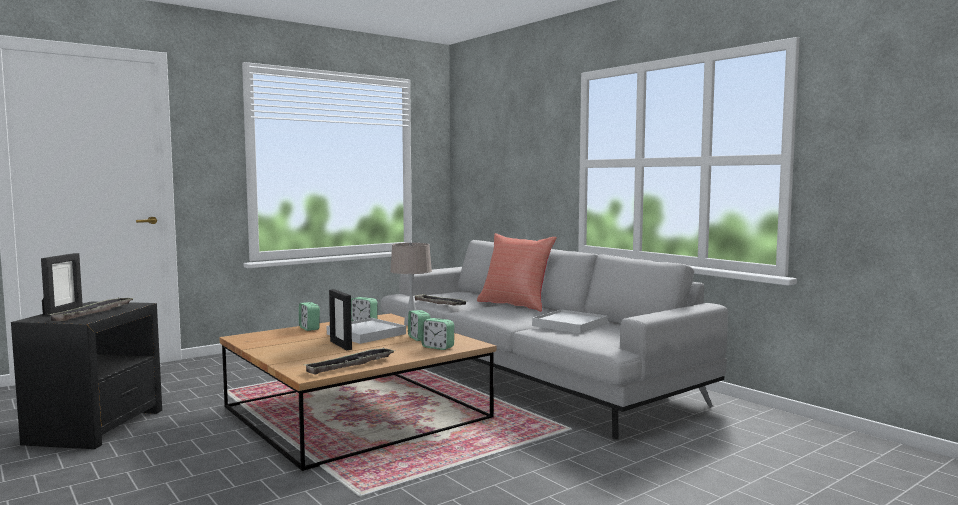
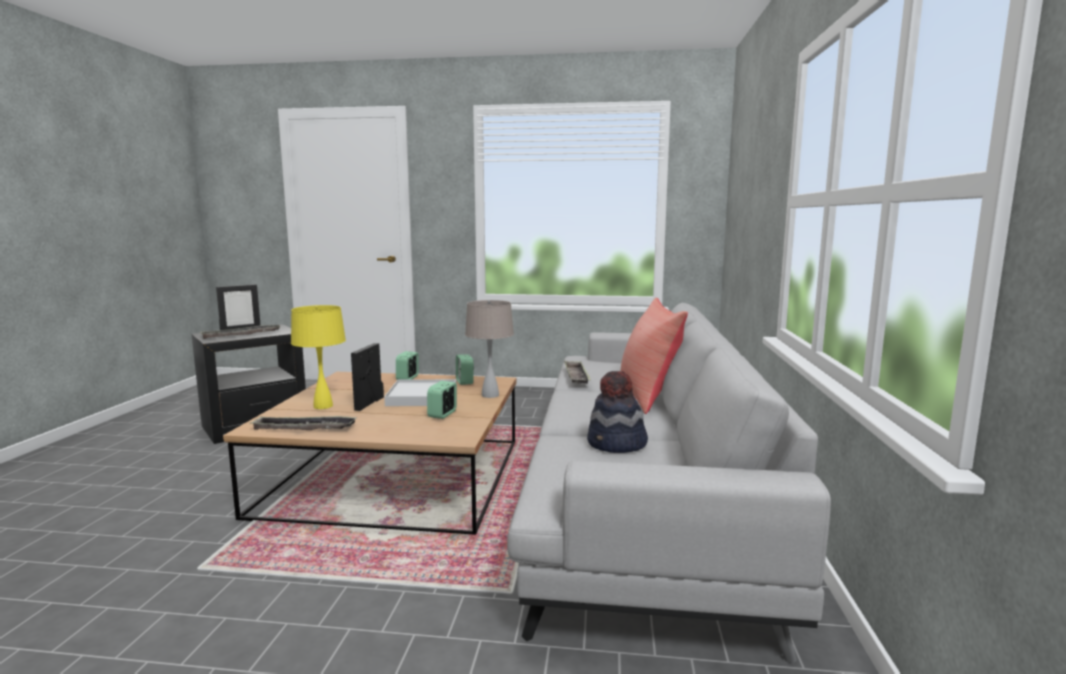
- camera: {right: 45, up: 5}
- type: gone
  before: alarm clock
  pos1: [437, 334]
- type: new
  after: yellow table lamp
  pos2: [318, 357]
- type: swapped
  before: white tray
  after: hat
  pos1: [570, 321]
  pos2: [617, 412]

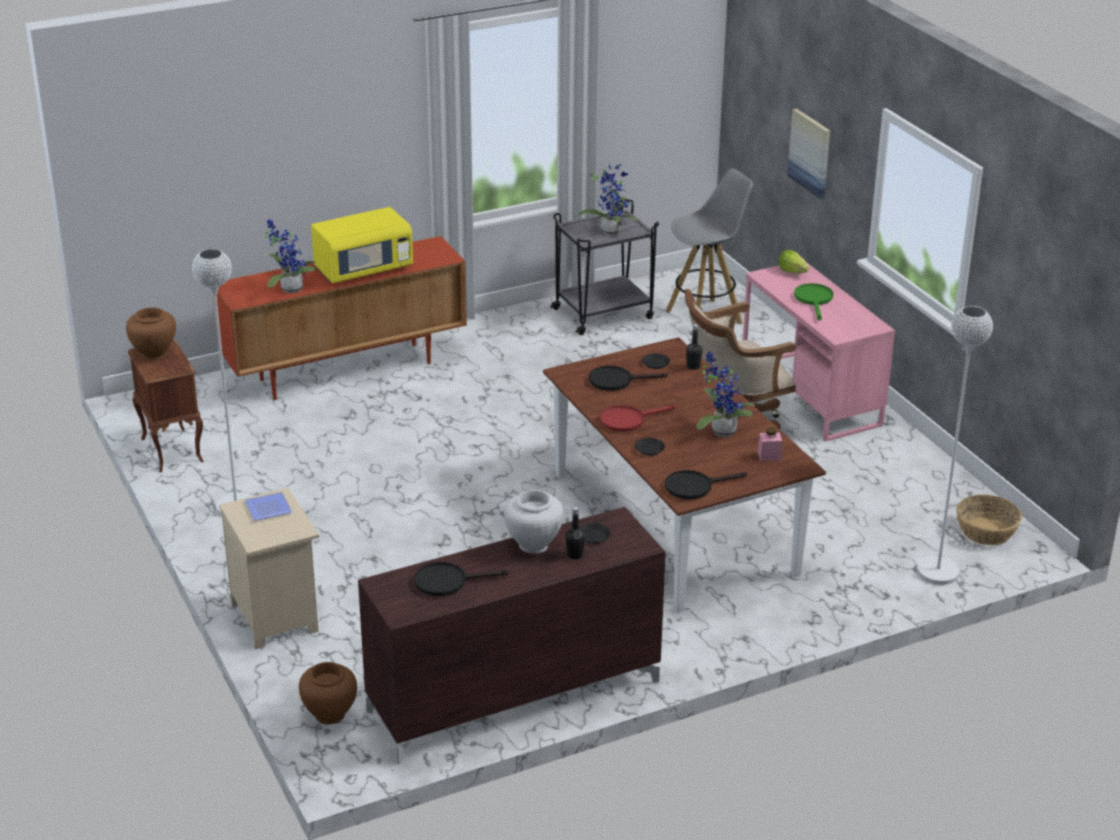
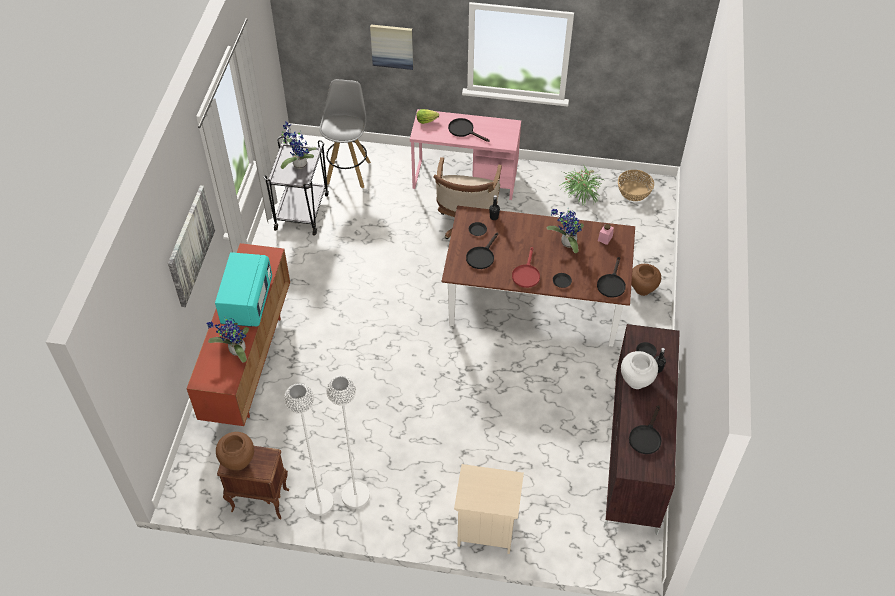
- camera: {right: -55, up: 20}
- type: gone
  before: plate
  pos1: [268, 506]
- type: new
  after: picture
  pos2: [191, 246]
- type: new
  after: potted plant
  pos2: [581, 184]
- type: shifted
  before: brown vase
  pos1: [328, 693]
  pos2: [646, 280]
- type: shifted
  before: white floor lamp
  pos1: [955, 445]
  pos2: [309, 449]
- type: repainted
  before: yellow microwave
  after: turquoise microwave
  pos1: [362, 245]
  pos2: [243, 289]
- type: repainted
  before: green frying pan
  after: black frying pan
  pos1: [813, 302]
  pos2: [469, 130]

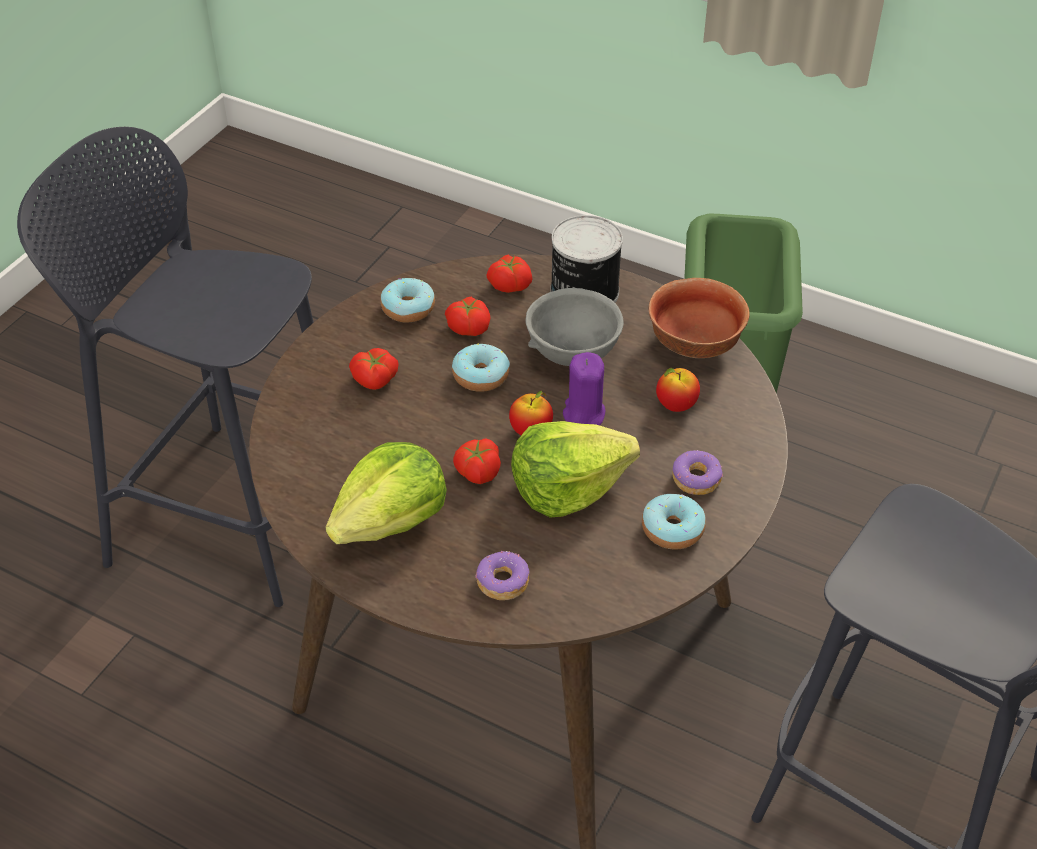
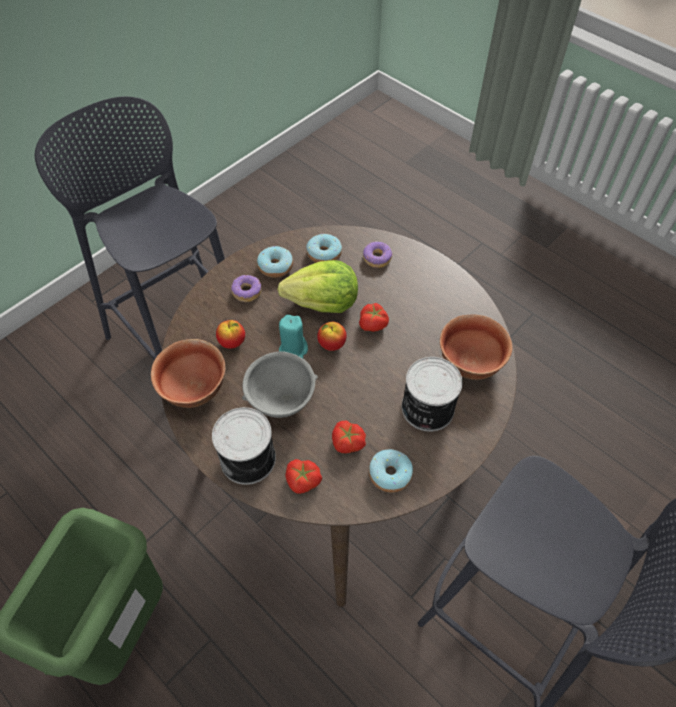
- camera: {right: -165, up: 10}
- type: gone
  before: lettuce
  pos1: [386, 493]
- type: new
  after: bowl
  pos2: [476, 347]
- type: shifted
  before: donut
  pos1: [481, 368]
  pos2: [324, 248]
- type: swapped
  before: tomato
  after: can
  pos1: [374, 369]
  pos2: [432, 394]
- type: repainted
  before: purple candle
  after: turquoise candle
  pos1: [584, 388]
  pos2: [293, 336]

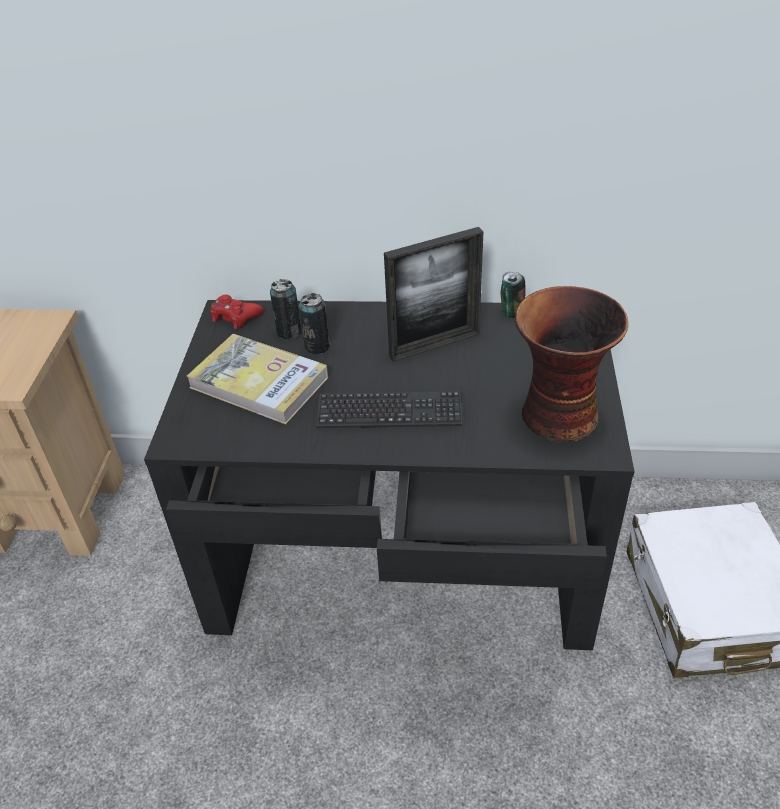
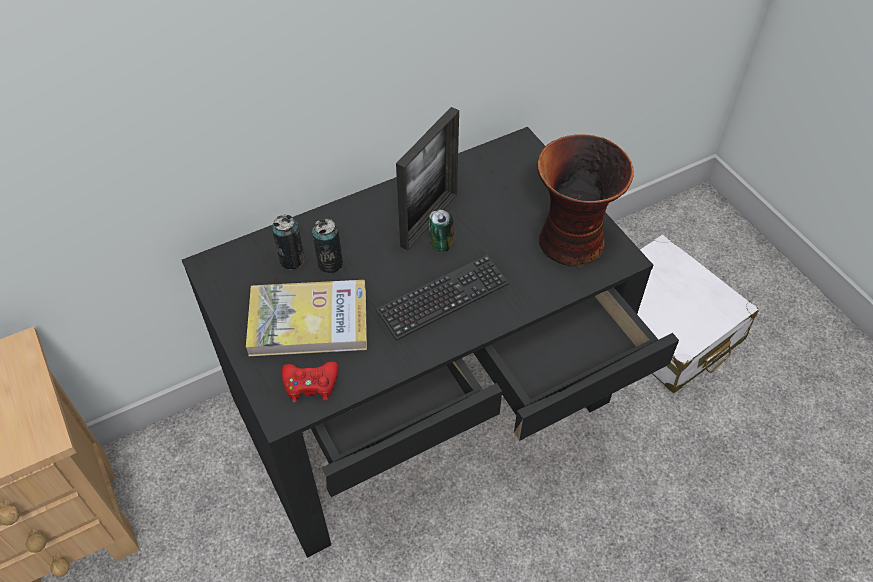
- camera: {right: -35, up: 10}
- type: shifted
  before: red game controller
  pos1: [237, 312]
  pos2: [310, 381]
- type: shifted
  before: can
  pos1: [513, 295]
  pos2: [441, 230]

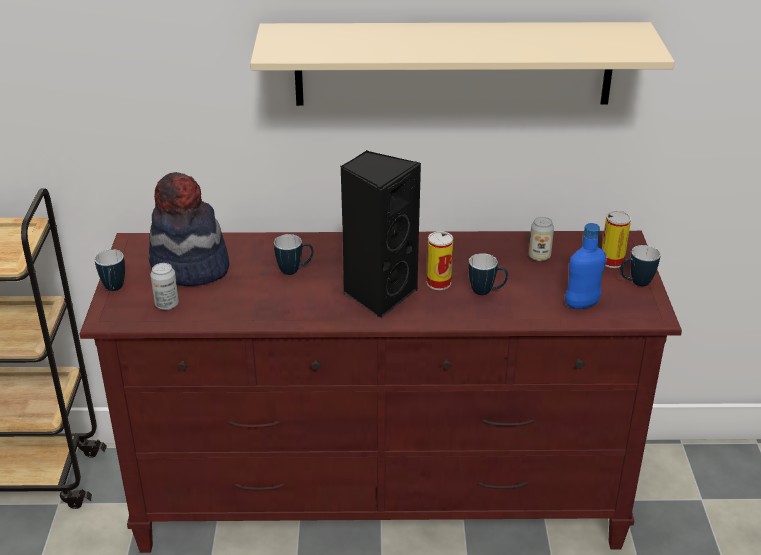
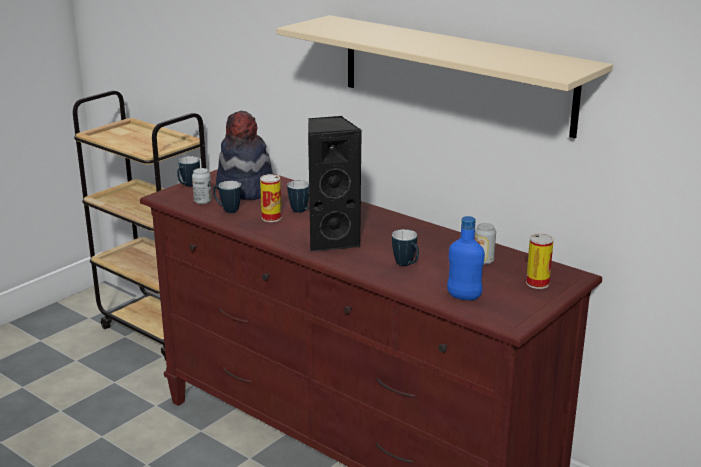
- camera: {right: 40, up: -10}
- type: shifted
  before: can
  pos1: [440, 260]
  pos2: [271, 198]
- type: shifted
  before: mug
  pos1: [640, 265]
  pos2: [227, 197]

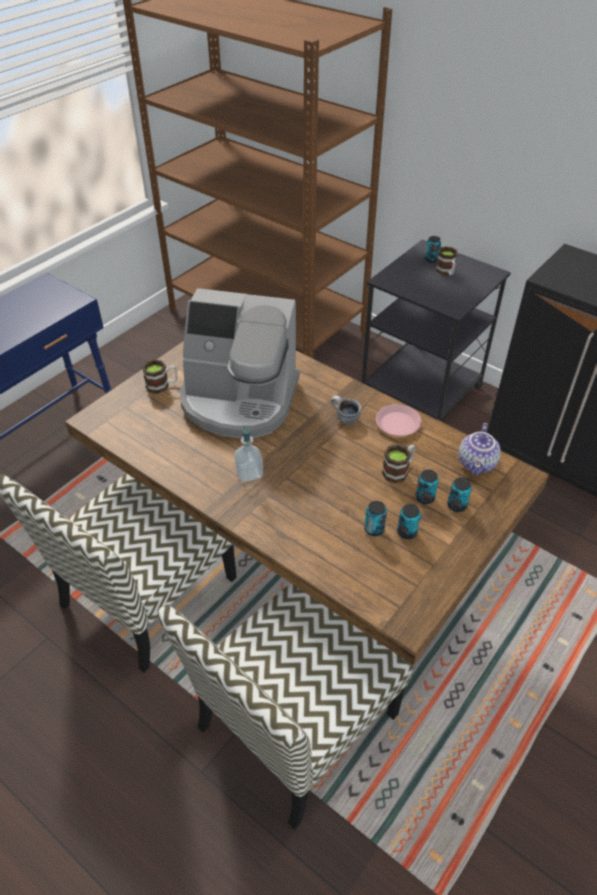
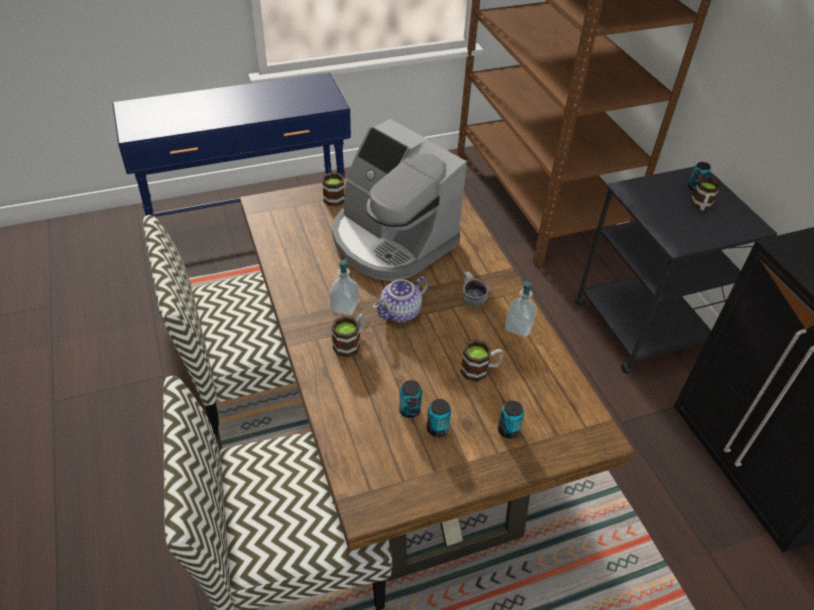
- camera: {right: 30, up: 0}
- type: gone
  before: can
  pos1: [427, 487]
- type: new
  after: mug
  pos2: [347, 335]
- type: shifted
  before: teapot
  pos1: [480, 449]
  pos2: [400, 299]
- type: swapped
  before: pink plate
  after: soap dispenser
  pos1: [398, 420]
  pos2: [521, 309]

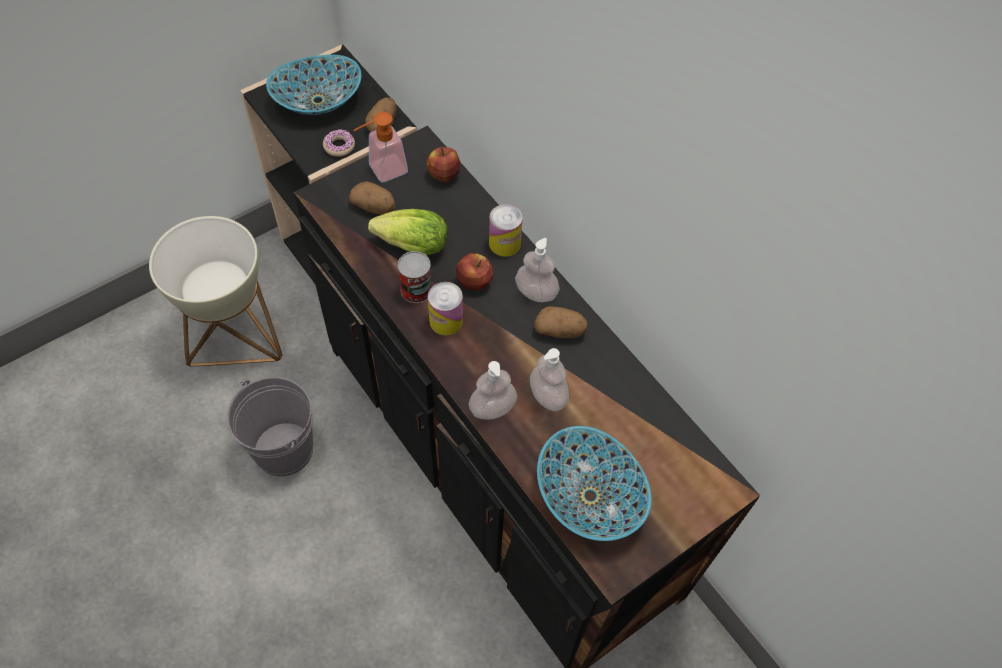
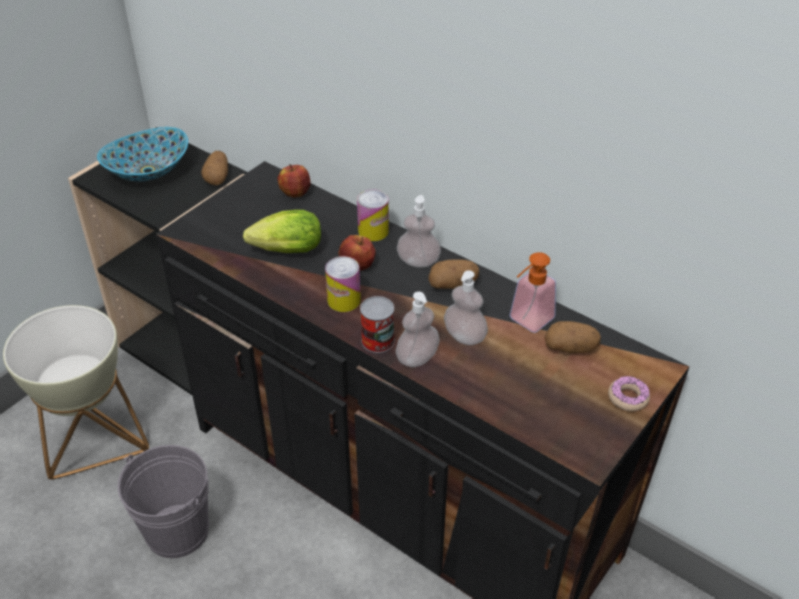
- camera: {right: -15, up: -15}
- type: gone
  before: bowl
  pos1: [594, 483]
- type: shifted
  before: donut
  pos1: [339, 143]
  pos2: [629, 393]
- type: shifted
  before: potato
  pos1: [372, 198]
  pos2: [573, 337]
- type: shifted
  before: soap dispenser
  pos1: [380, 147]
  pos2: [532, 292]
- type: shifted
  before: can
  pos1: [415, 277]
  pos2: [377, 324]

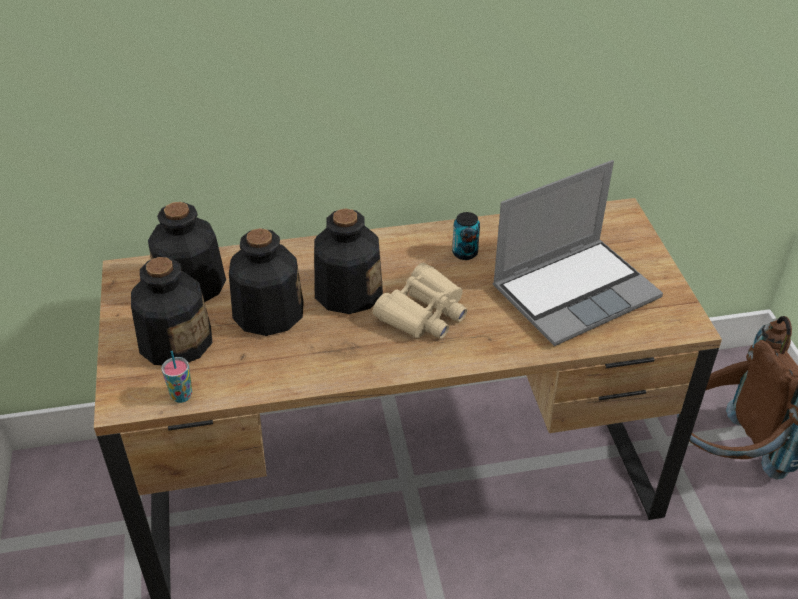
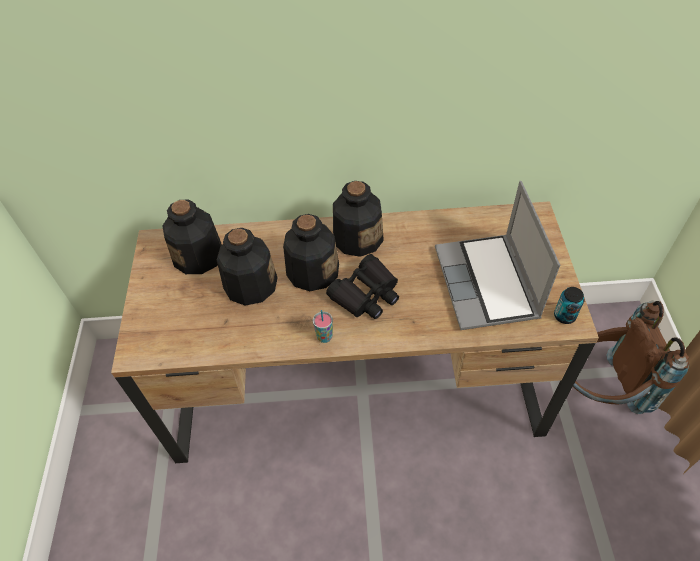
- camera: {right: 10, up: 10}
- type: shifted
  before: bottle
  pos1: [171, 311]
  pos2: [358, 219]
- type: shifted
  before: cup
  pos1: [176, 377]
  pos2: [323, 326]
- type: shifted
  before: can
  pos1: [466, 236]
  pos2: [569, 305]
- type: repainted
  before: beige binoculars
  after: black binoculars
  pos1: [420, 301]
  pos2: [362, 286]
- type: rotated
  before: laptop
  pos1: [578, 253]
  pos2: [497, 255]
  turn: 105

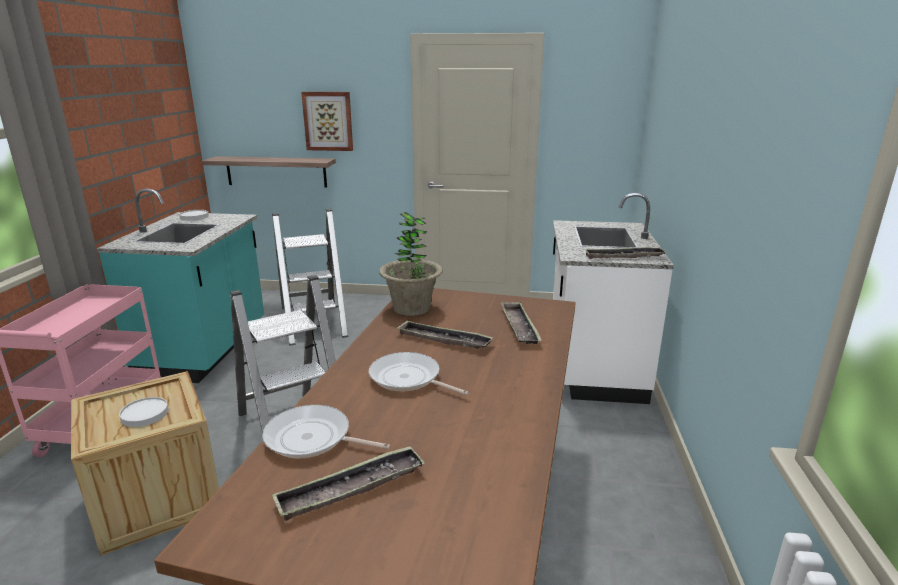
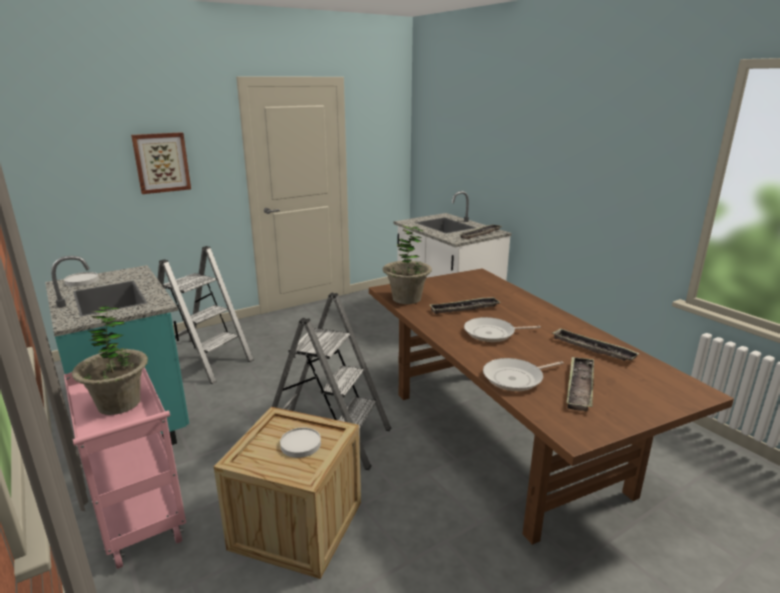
- camera: {right: -40, up: 0}
- type: gone
  before: shelf
  pos1: [269, 172]
- type: new
  after: potted plant
  pos2: [110, 360]
- type: shifted
  before: tray
  pos1: [521, 323]
  pos2: [596, 345]

